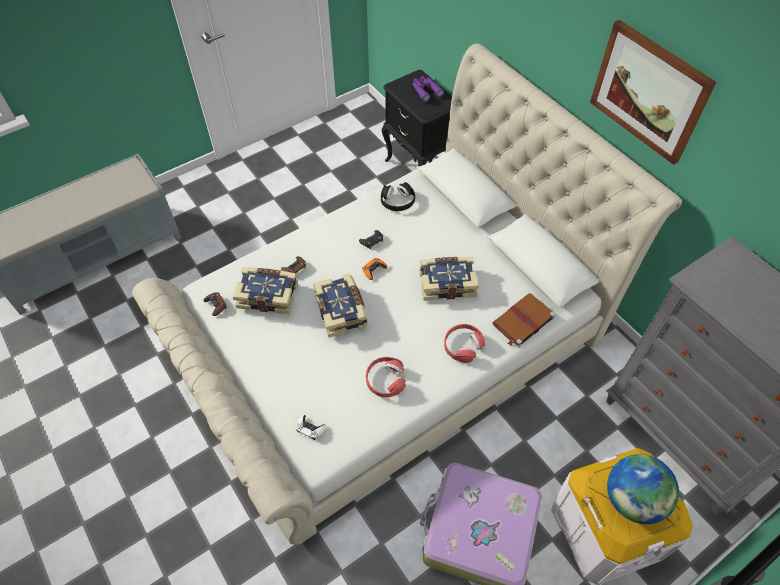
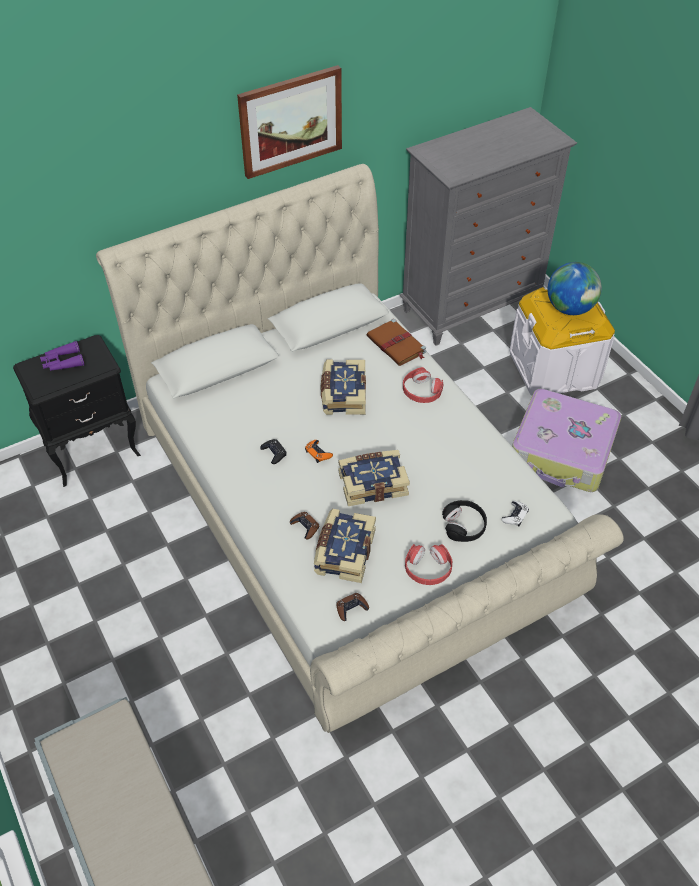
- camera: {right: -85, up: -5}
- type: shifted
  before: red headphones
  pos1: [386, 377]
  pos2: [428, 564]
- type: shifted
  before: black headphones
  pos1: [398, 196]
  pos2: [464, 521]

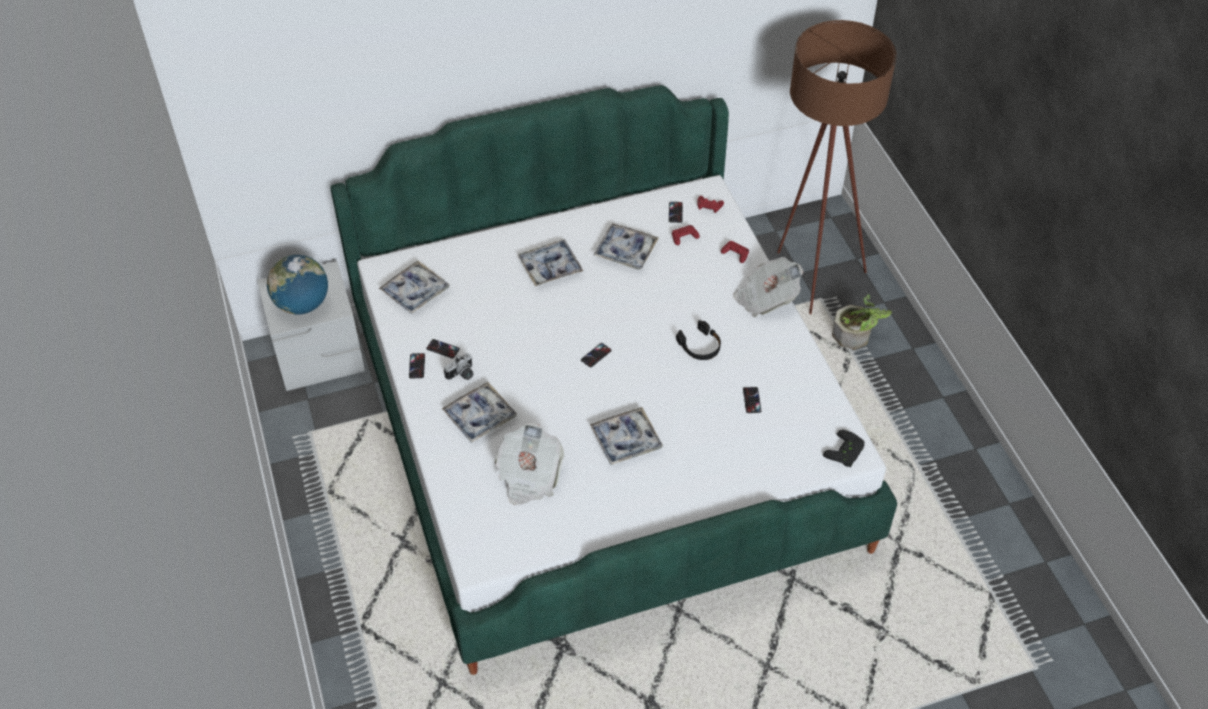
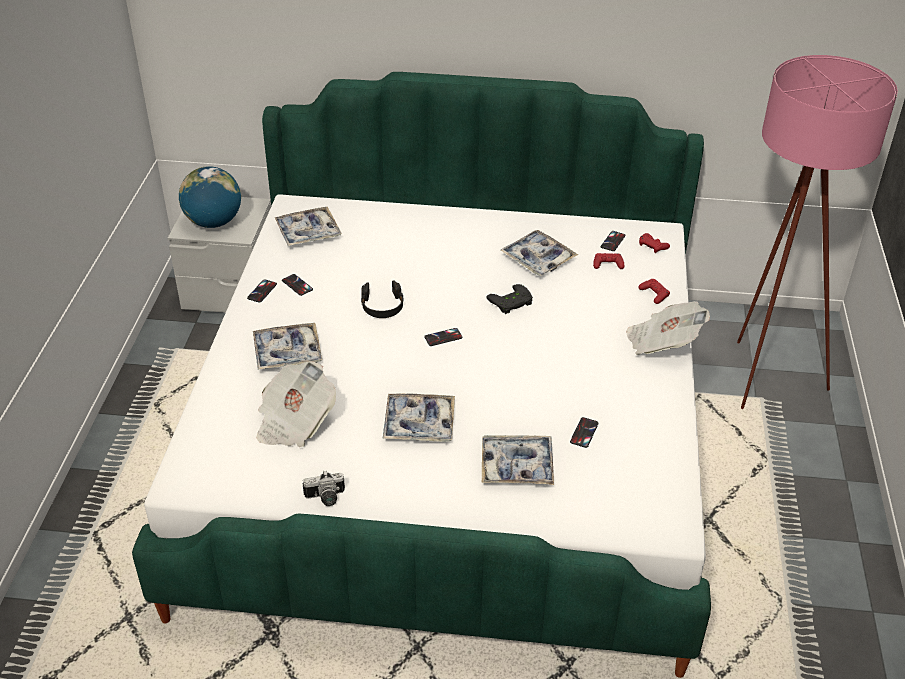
- camera: {right: 25, up: -10}
- type: gone
  before: potted plant
  pos1: [862, 322]
- type: shifted
  before: photo camera
  pos1: [458, 366]
  pos2: [324, 488]
- type: shifted
  before: tray
  pos1: [550, 262]
  pos2: [518, 460]
- type: shifted
  before: black headphones
  pos1: [698, 340]
  pos2: [382, 299]
- type: shifted
  before: black game controller
  pos1: [844, 448]
  pos2: [509, 299]
- type: repainted
  before: brown floor lamp
  after: pink floor lamp
  pos1: [836, 167]
  pos2: [817, 232]

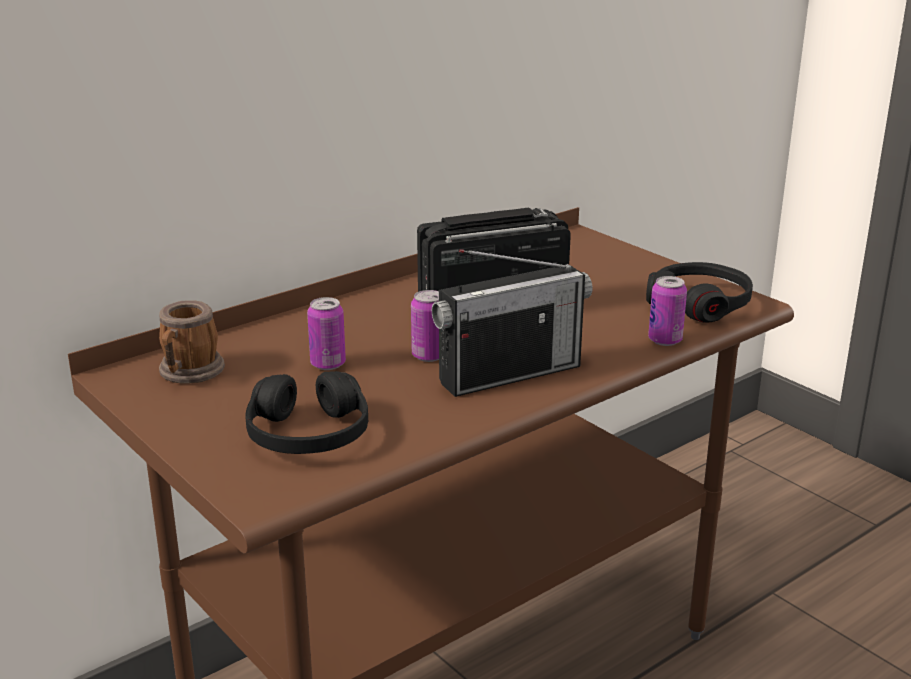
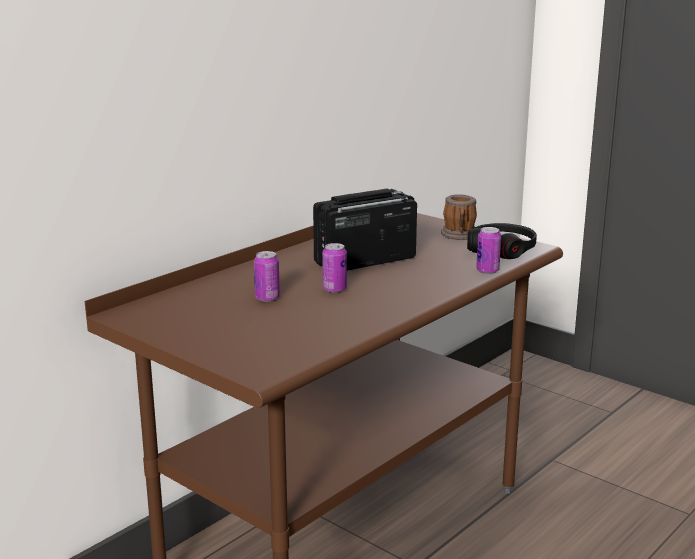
- camera: {right: -10, up: -5}
- type: gone
  before: black headphones
  pos1: [306, 412]
- type: gone
  before: radio
  pos1: [512, 323]
- type: shifted
  before: mug
  pos1: [192, 342]
  pos2: [459, 217]

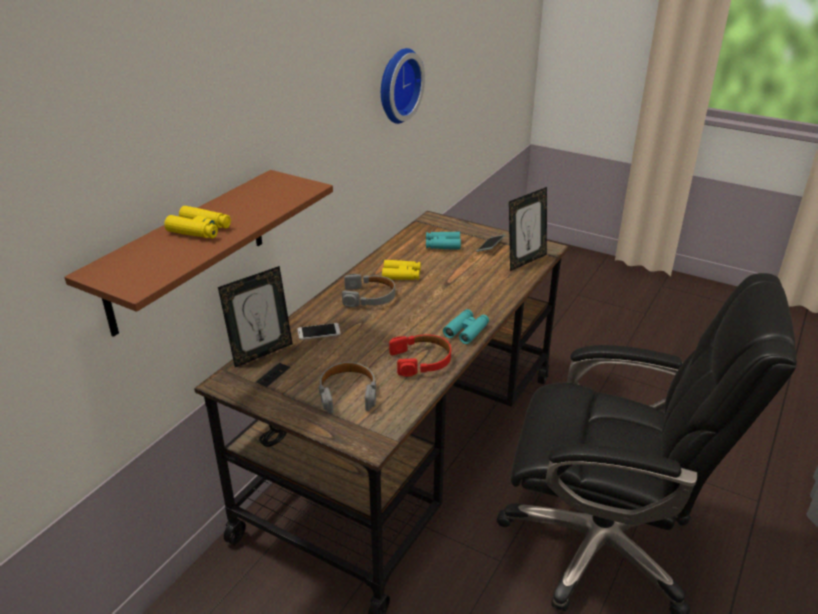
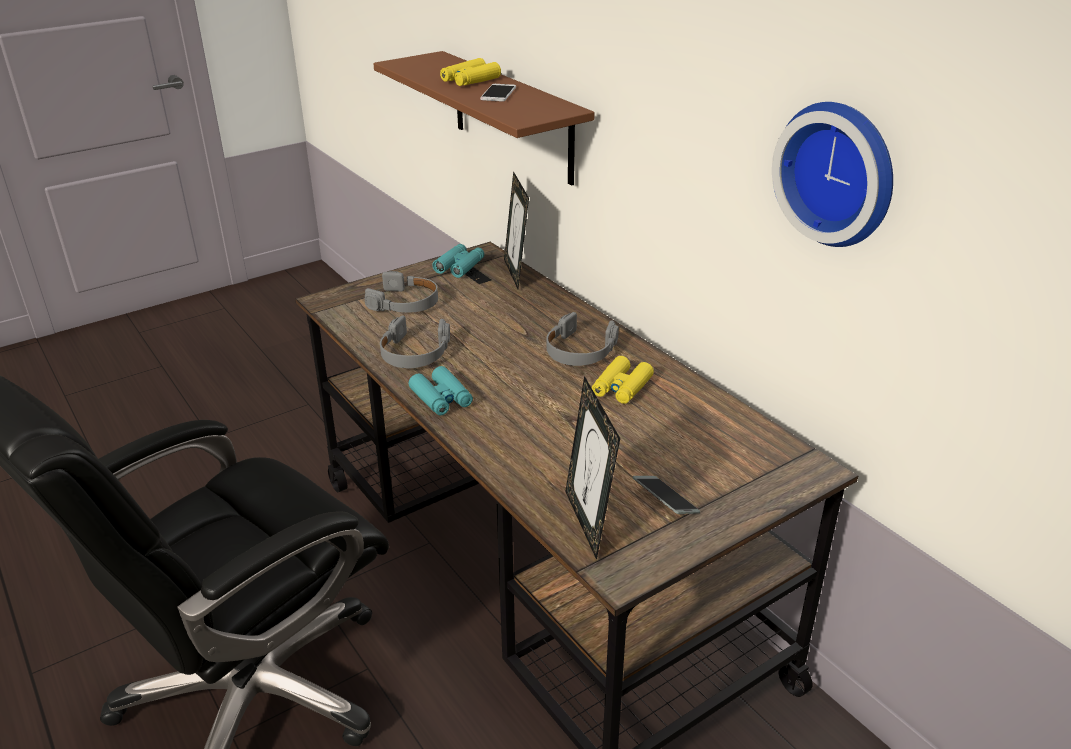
- camera: {right: 115, up: 0}
- type: shifted
  before: phone
  pos1: [319, 331]
  pos2: [498, 93]
- type: shifted
  before: turquoise binoculars
  pos1: [443, 241]
  pos2: [458, 261]
- type: repainted
  before: red headphones
  after: grey headphones
  pos1: [420, 355]
  pos2: [415, 341]

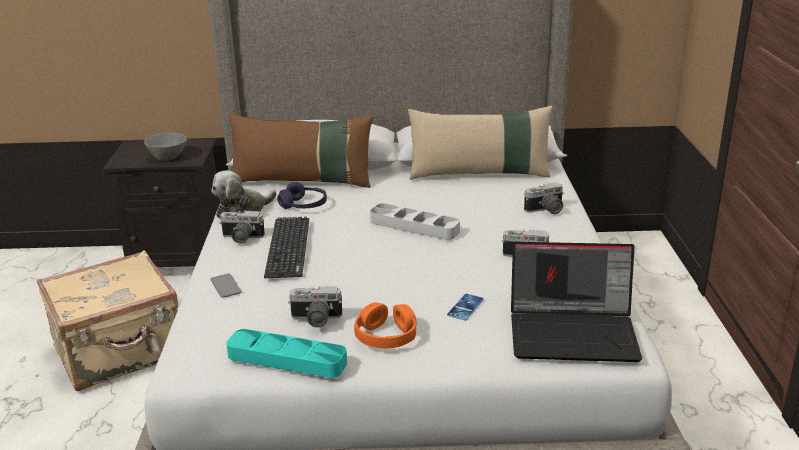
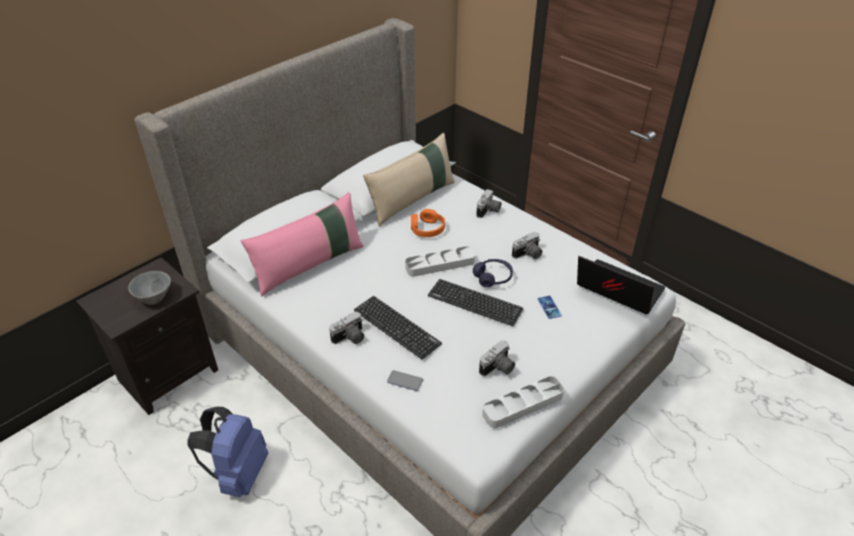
- camera: {right: -45, up: 15}
- type: gone
  before: plush toy
  pos1: [244, 194]
- type: new
  after: keyboard
  pos2: [475, 302]
- type: shifted
  before: purple headphones
  pos1: [302, 195]
  pos2: [493, 273]
- type: shifted
  before: orange headphones
  pos1: [385, 325]
  pos2: [428, 223]
- type: swapped
  before: beige suitcase
  after: blue backpack
  pos1: [107, 320]
  pos2: [228, 452]
- type: repainted
  before: turquoise tray
  after: grey tray
  pos1: [286, 353]
  pos2: [523, 402]
- type: repainted
  before: brown pillow
  after: pink pillow
  pos1: [301, 150]
  pos2: [302, 244]
- type: rotated
  before: laptop
  pos1: [576, 302]
  pos2: [621, 285]
  turn: -105

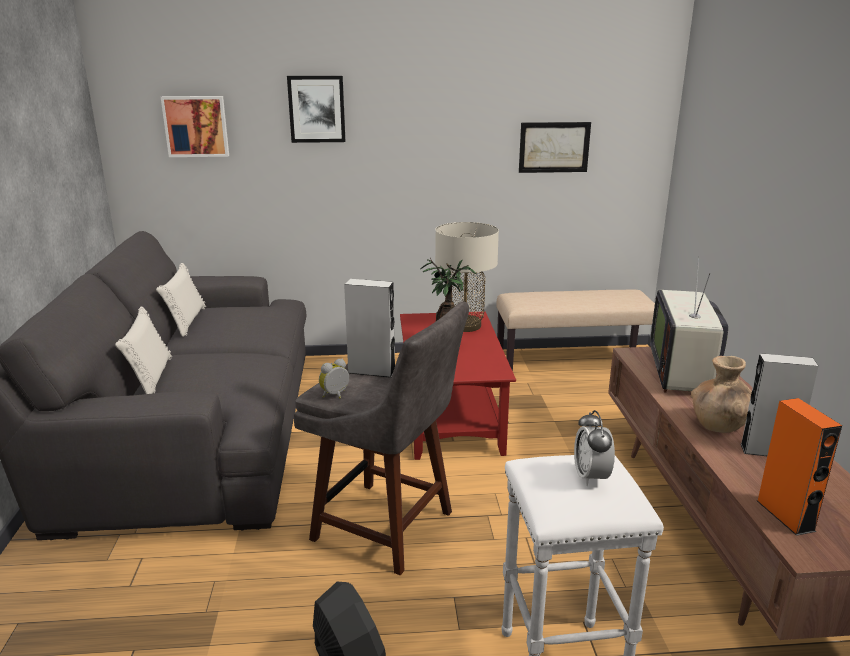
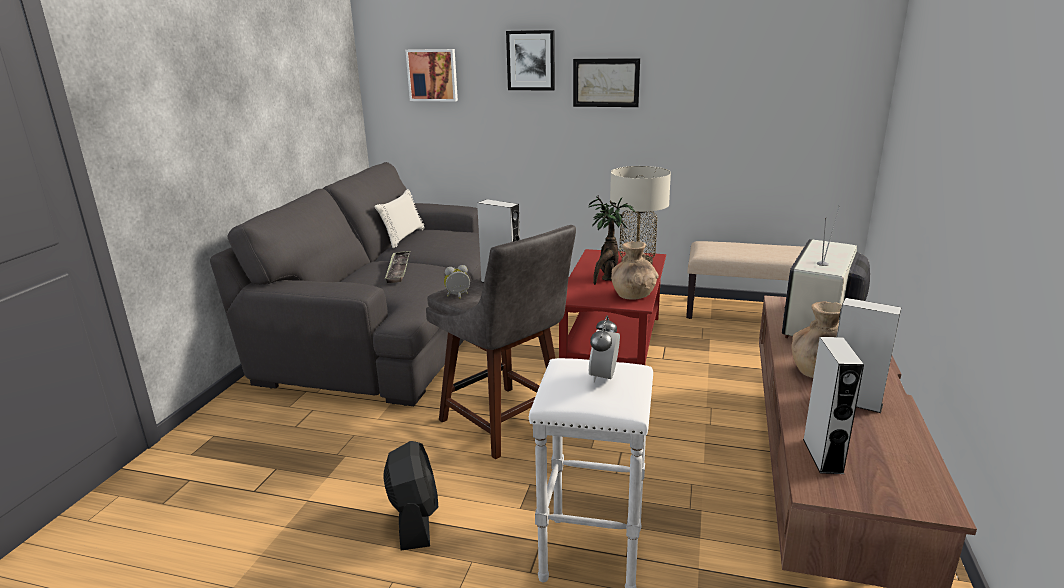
- camera: {right: 20, up: 0}
- type: gone
  before: white pillow
  pos1: [143, 350]
- type: new
  after: tray
  pos2: [397, 267]
- type: new
  after: brown vase
  pos2: [635, 270]
- type: shifted
  before: picture
  pos1: [555, 147]
  pos2: [606, 82]
- type: repainted
  before: orange speaker
  after: grey speaker
  pos1: [799, 467]
  pos2: [833, 405]

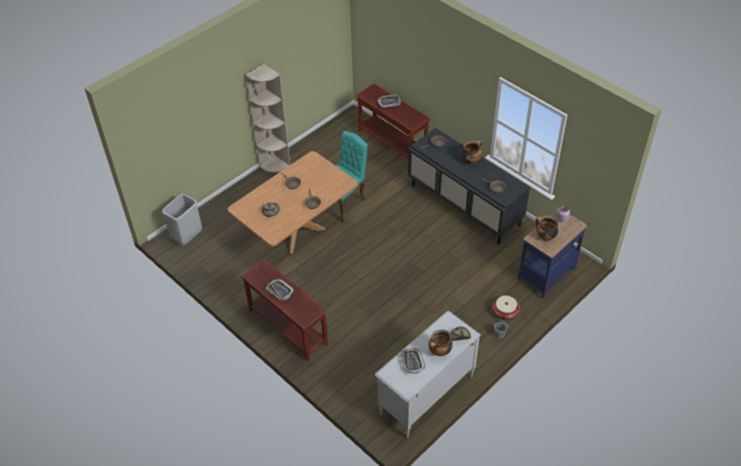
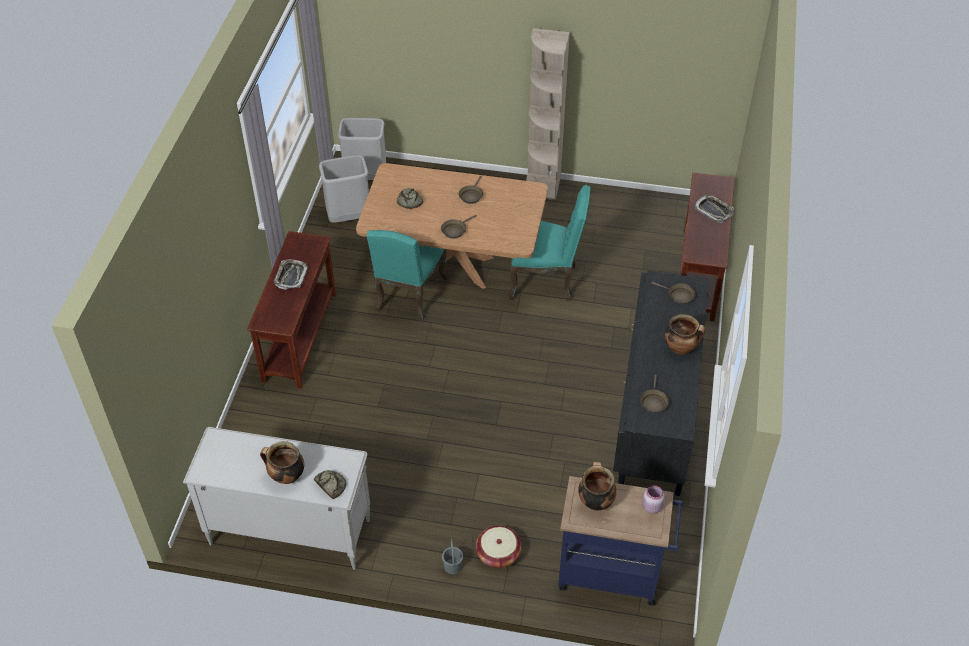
- camera: {right: 55, up: 0}
- type: gone
  before: tray
  pos1: [412, 361]
- type: new
  after: grey trash can
  pos2: [344, 189]
- type: new
  after: turquoise chair
  pos2: [407, 275]

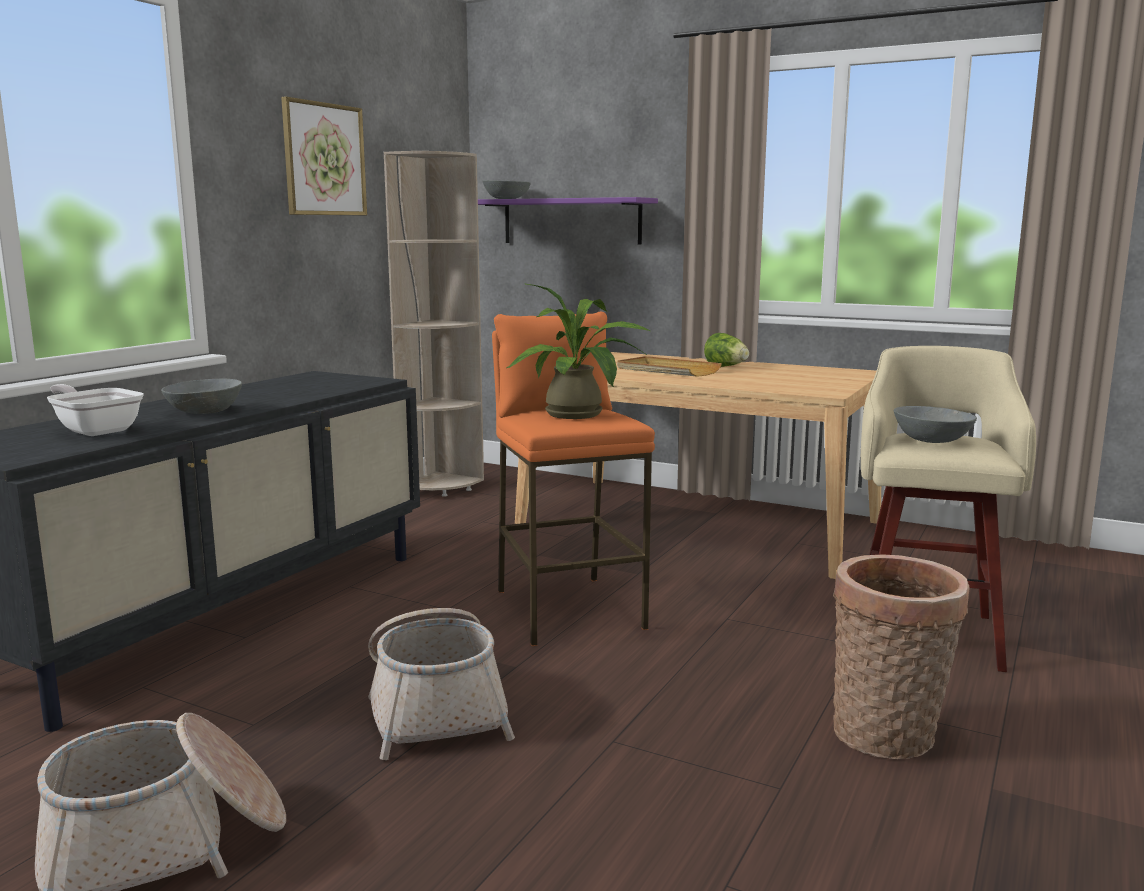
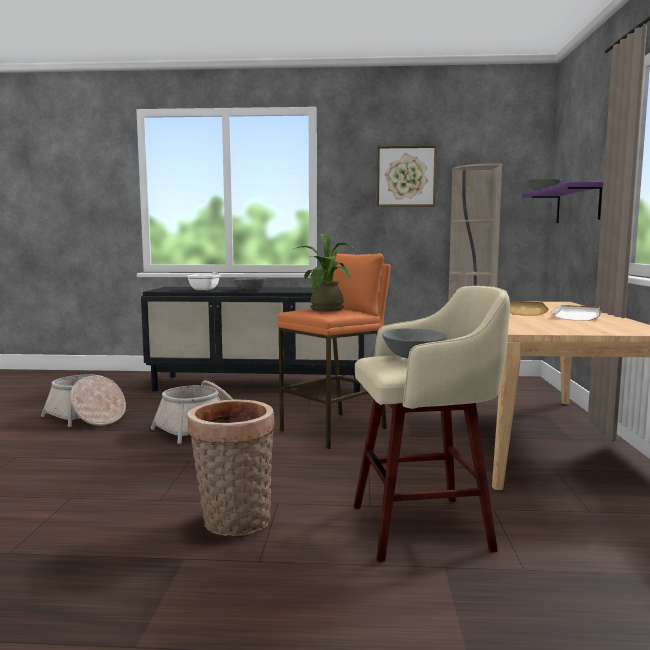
- camera: {right: 65, up: -5}
- type: swapped
  before: lettuce
  after: white tray
  pos1: [726, 350]
  pos2: [576, 313]

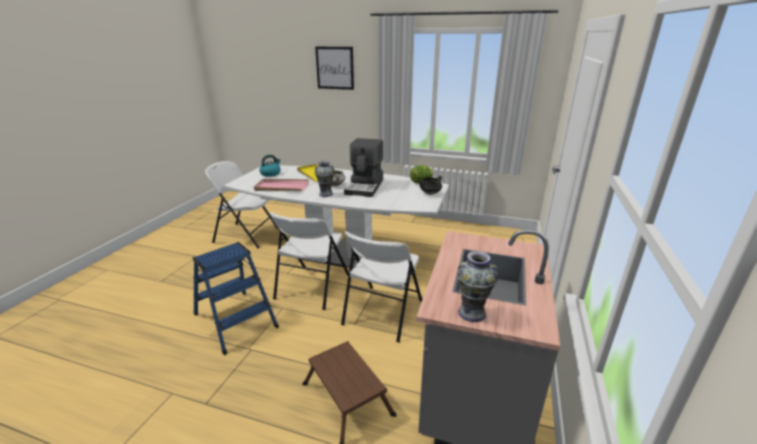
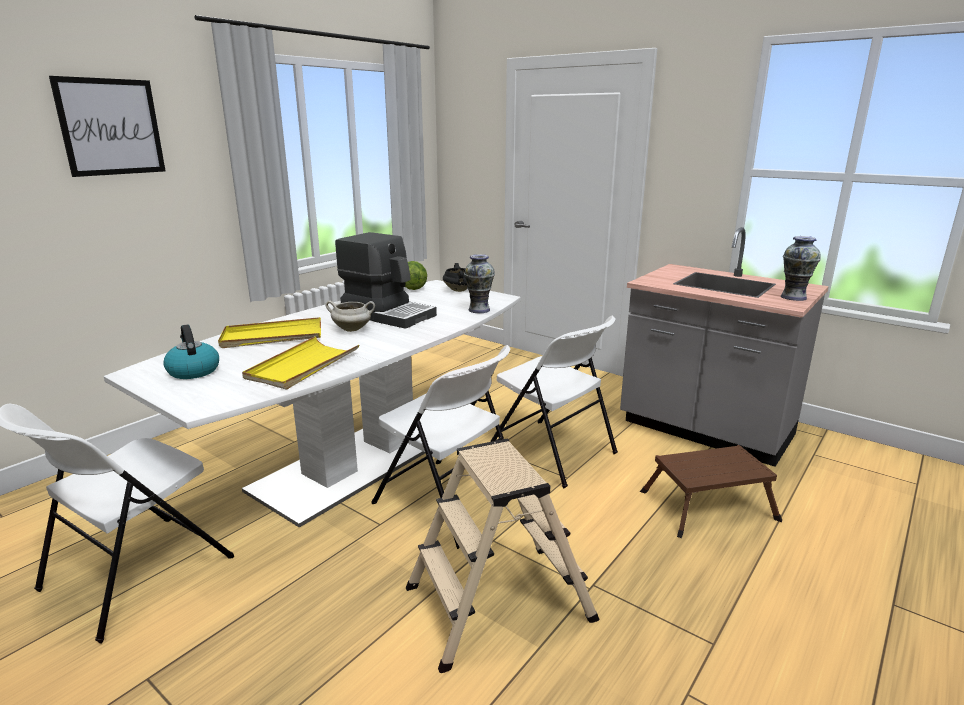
- camera: {right: -70, up: -5}
- type: shifted
  before: vase
  pos1: [325, 178]
  pos2: [479, 283]
- type: repainted
  before: blue step ladder
  after: beige step ladder
  pos1: [235, 298]
  pos2: [502, 556]
- type: repainted
  before: pink tray
  after: yellow tray
  pos1: [281, 185]
  pos2: [300, 362]

